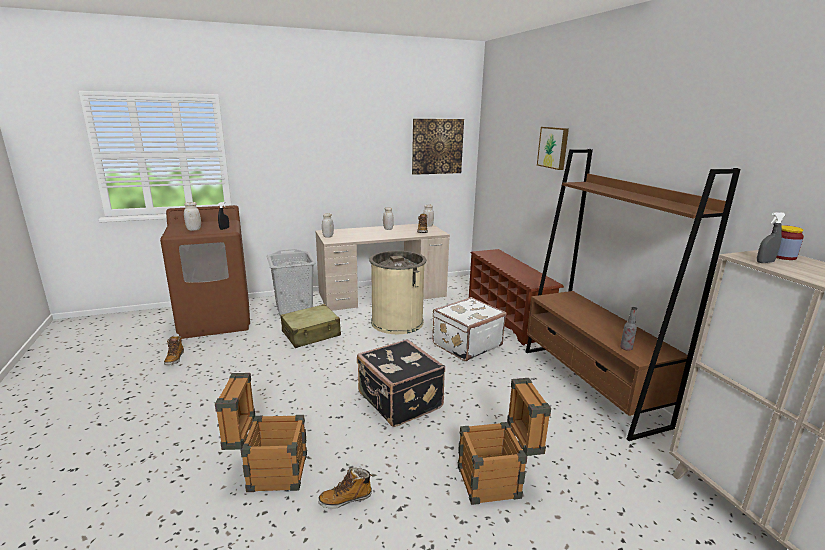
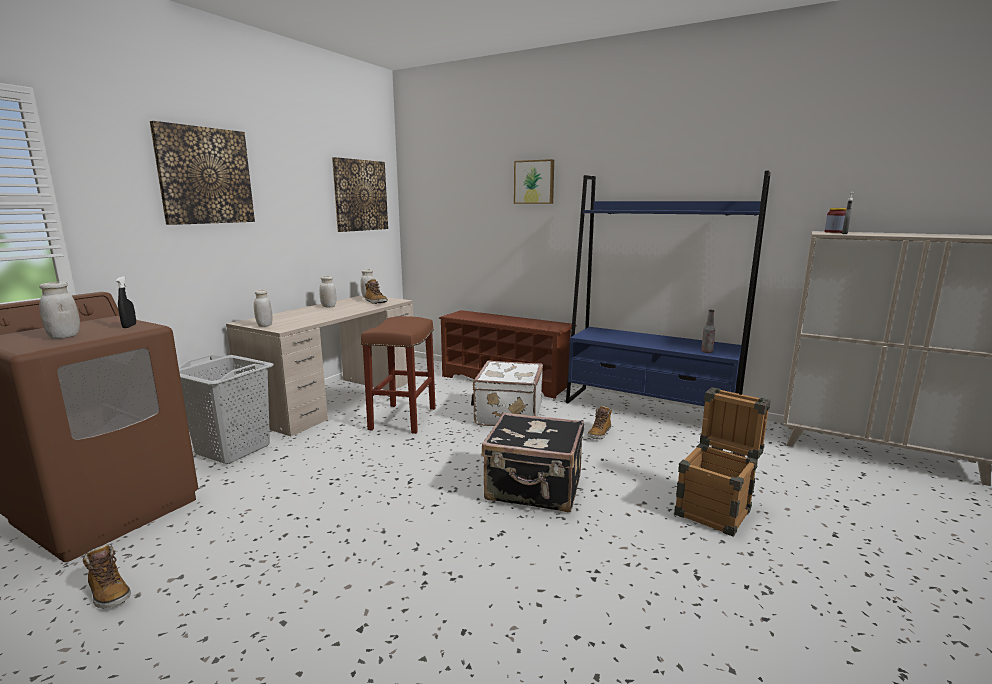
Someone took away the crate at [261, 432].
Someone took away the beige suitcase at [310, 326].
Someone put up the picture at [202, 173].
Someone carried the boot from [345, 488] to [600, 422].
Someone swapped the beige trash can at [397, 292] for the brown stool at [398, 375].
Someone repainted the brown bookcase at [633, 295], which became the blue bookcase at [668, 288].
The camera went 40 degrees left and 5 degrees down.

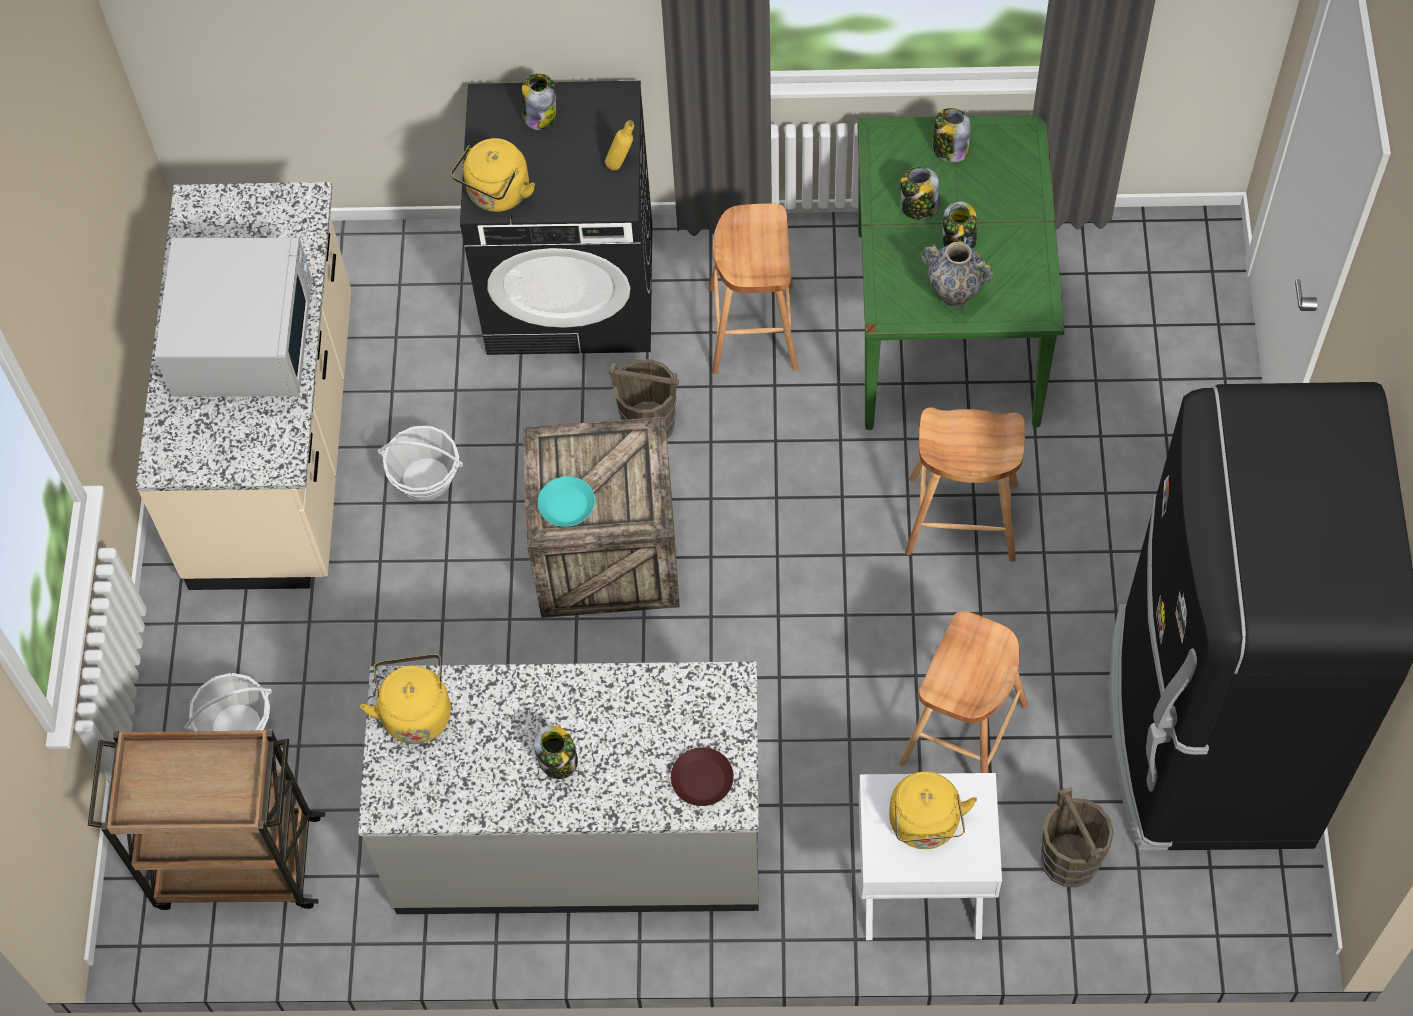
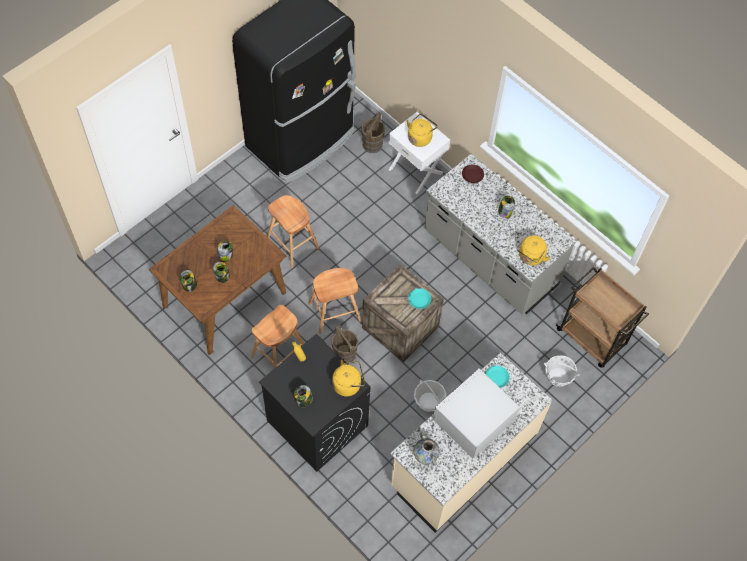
Someone put down the turquoise plate at [497, 376].
Someone carried the brown stool from [963, 692] to [334, 301].
Someone carried the vase from [957, 272] to [426, 449].
Someone repainted the green dining table at [960, 272], which became the brown dining table at [217, 280].
The camera went 140 degrees left and 0 degrees up.

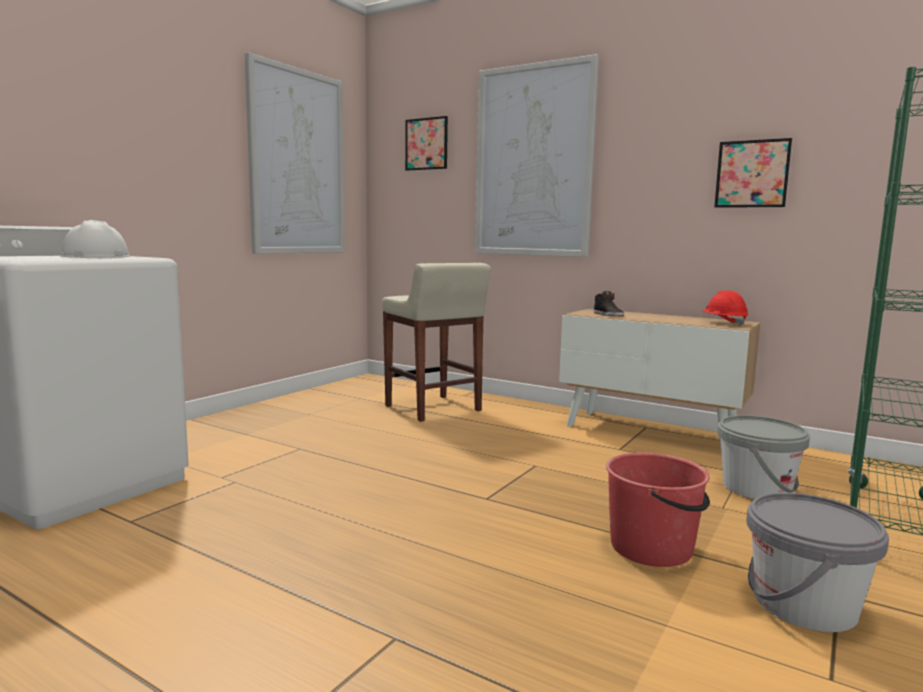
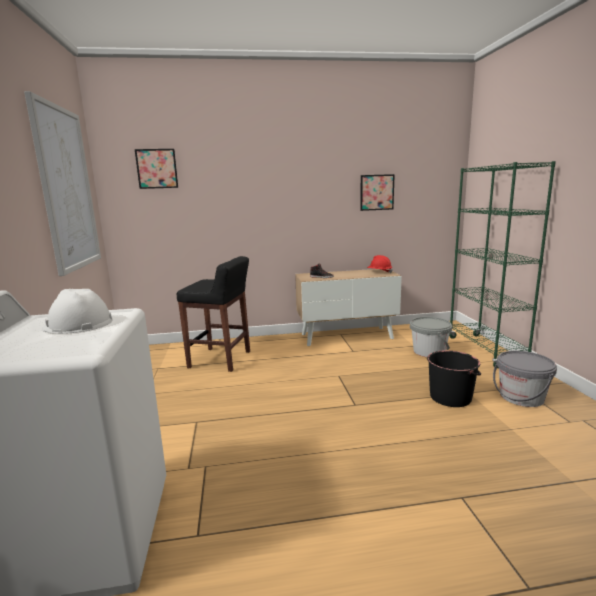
Someone took away the picture at [537, 155].
Someone repainted the beige stool at [436, 342], which became the black stool at [213, 314].
Someone repainted the red bucket at [658, 510], which became the black bucket at [454, 378].
The camera went 40 degrees left and 5 degrees up.

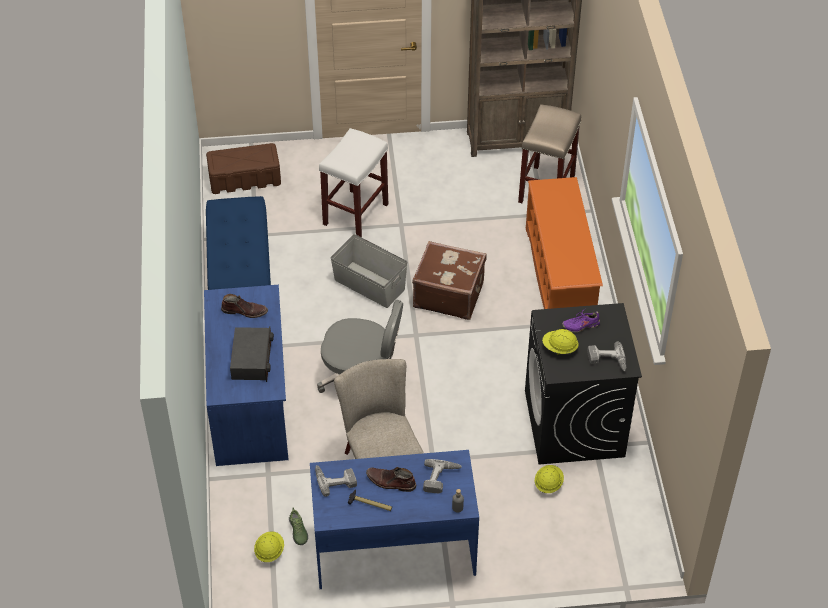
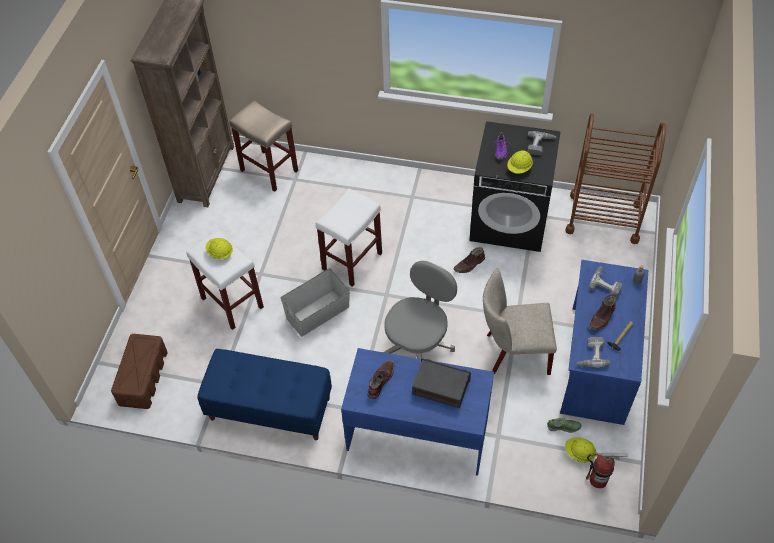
Someone took away the orange shoe rack at [564, 243].
Someone put down the brown boot at [469, 260].
Someone put down the brown cart at [615, 179].
Someone put down the fire extinguisher at [607, 470].
Someone carried the yellow hard hat from [549, 479] to [219, 248].
Someone swapped the brown suitcase at [449, 280] for the white stool at [348, 237].
The camera went 70 degrees left and 5 degrees up.

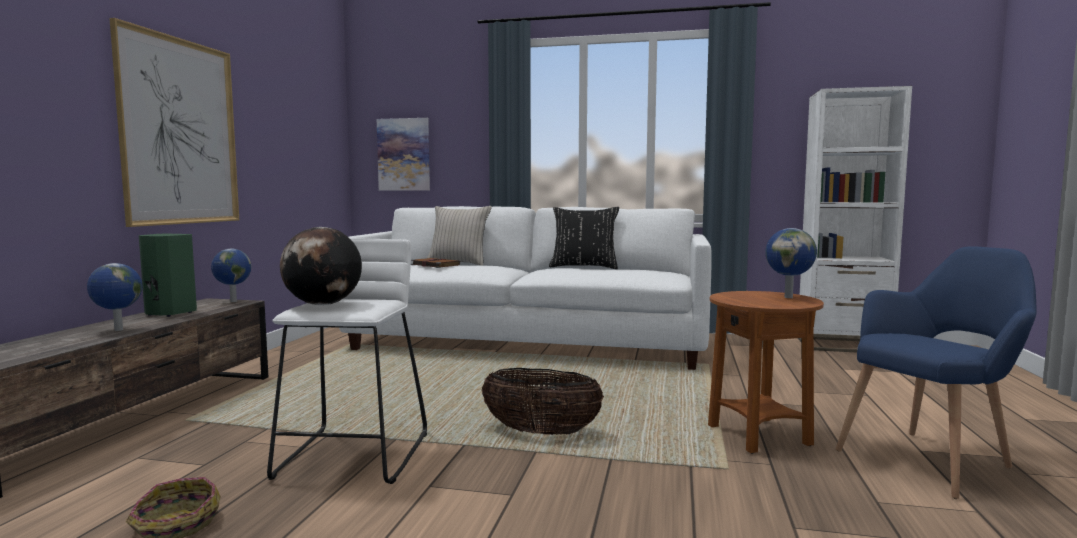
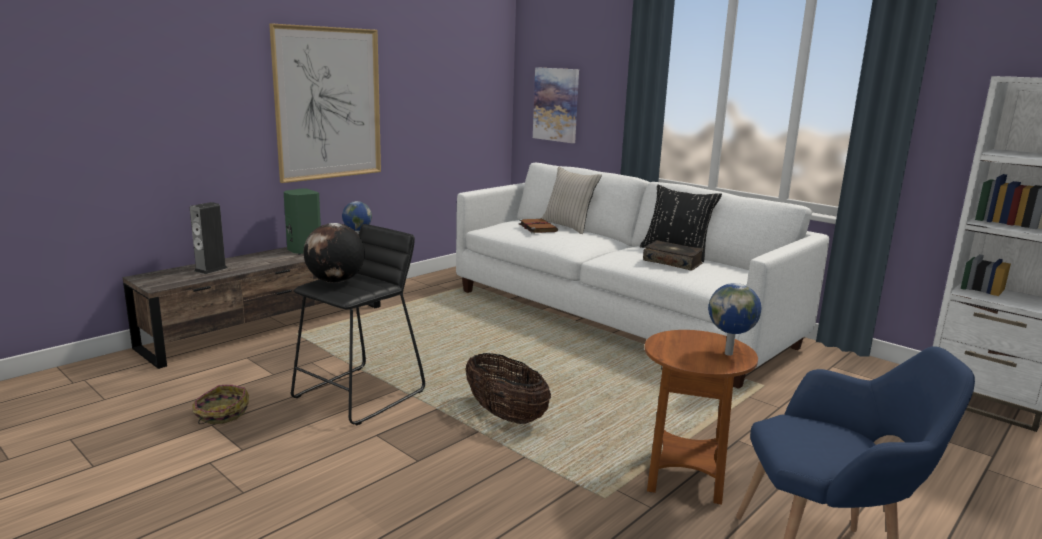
Someone took away the globe at [114, 297].
Someone put down the speaker at [208, 238].
Someone put down the book at [673, 255].
Someone repainted the white stool at [347, 361], which became the black stool at [358, 325].
The camera went 30 degrees right and 10 degrees up.

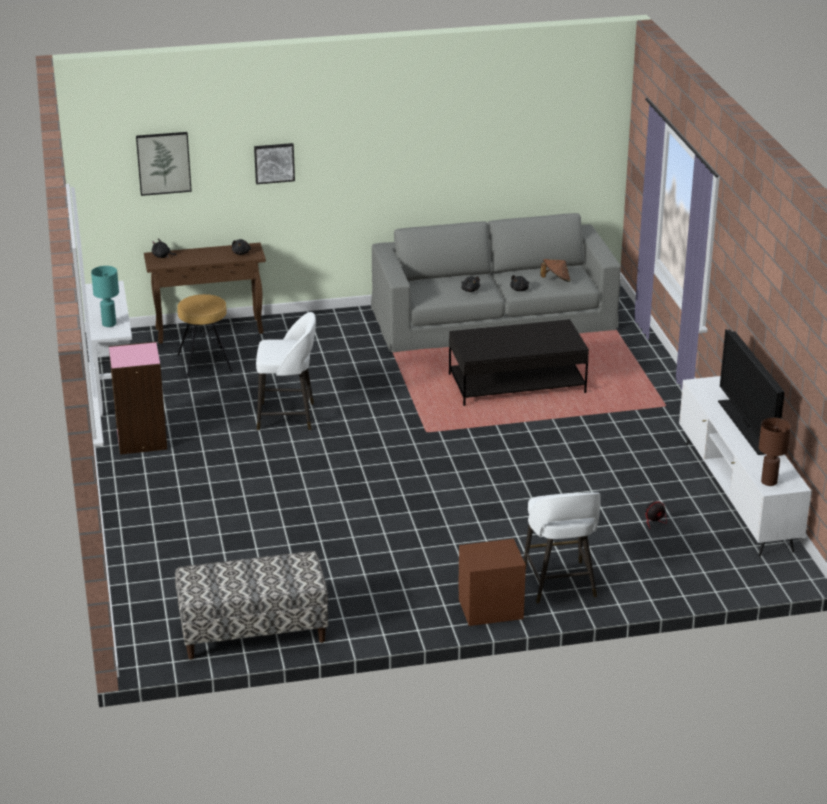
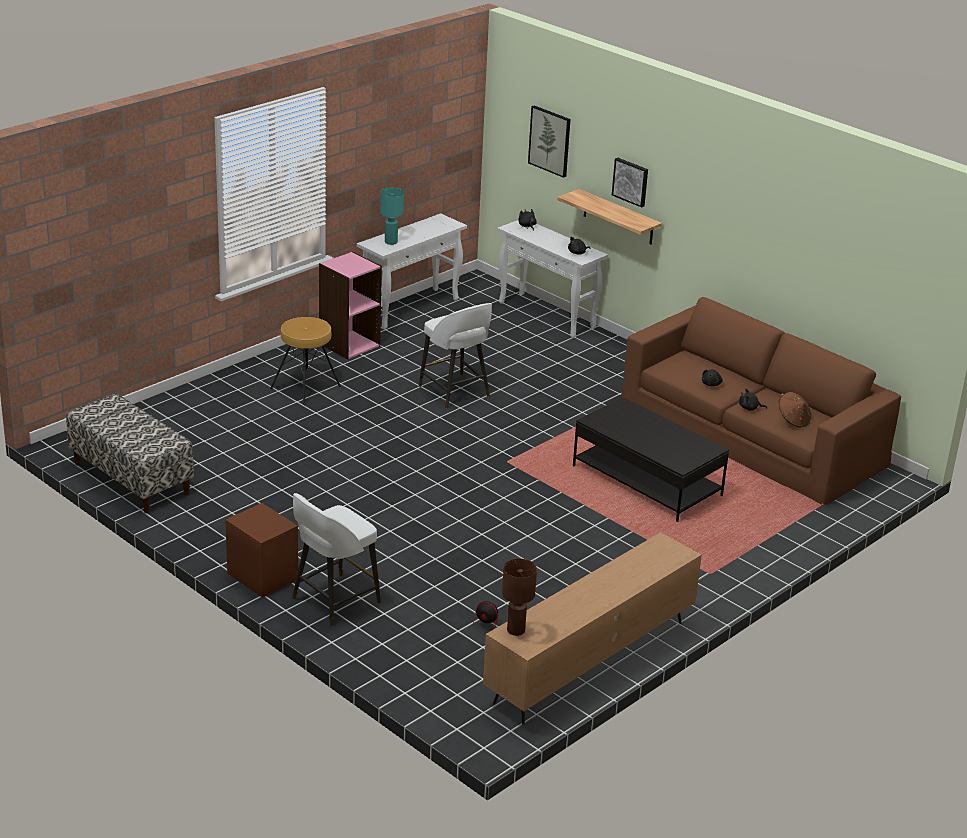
Someone took away the television at [751, 392].
Someone put up the shelf at [609, 217].
Someone carried the brown stool from [205, 336] to [305, 361].
Someone repainted the brown console table at [205, 293], which became the white console table at [552, 279].
Someone repainted the grey sofa at [496, 282], which became the brown sofa at [761, 401].
Someone repainted the white tv stand at [745, 466], which became the brown tv stand at [592, 628].
The camera went 55 degrees right and 0 degrees up.

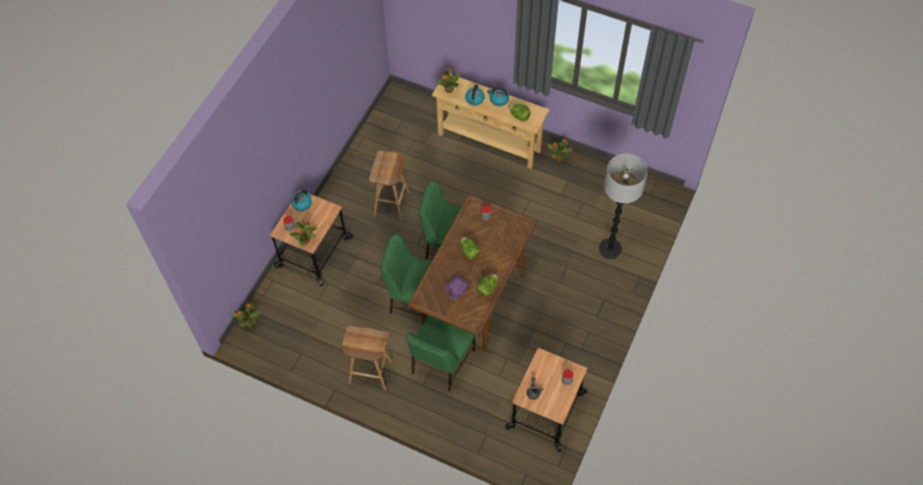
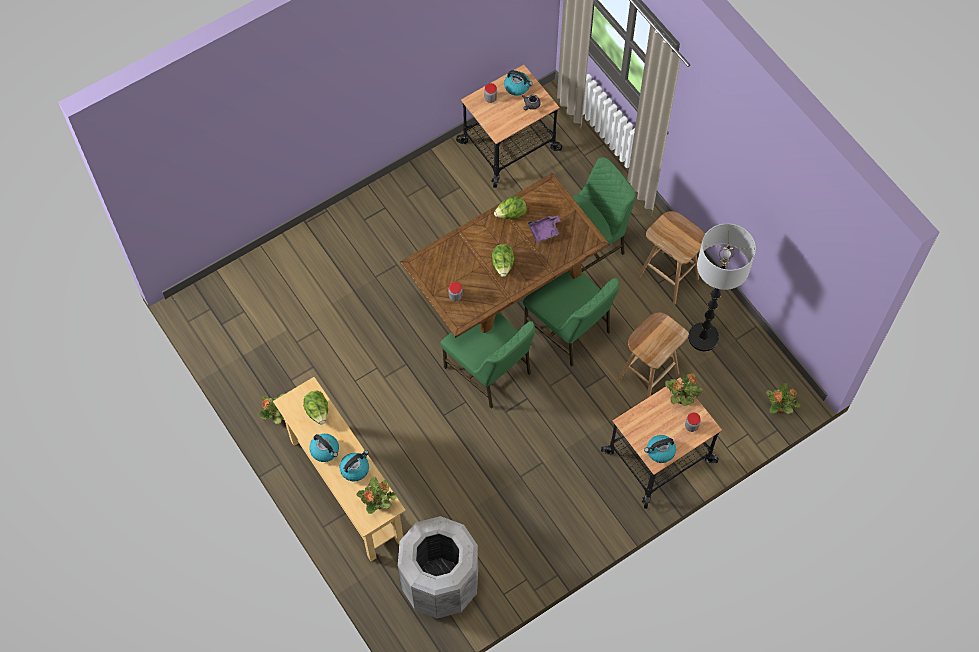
Someone put down the grey trash can at [438, 567].
Someone put down the kettle at [518, 83].
Someone carried the brown stool from [389, 185] to [653, 355].
Someone carried the floor lamp from [623, 206] to [722, 287].
The camera went 150 degrees left and 5 degrees up.

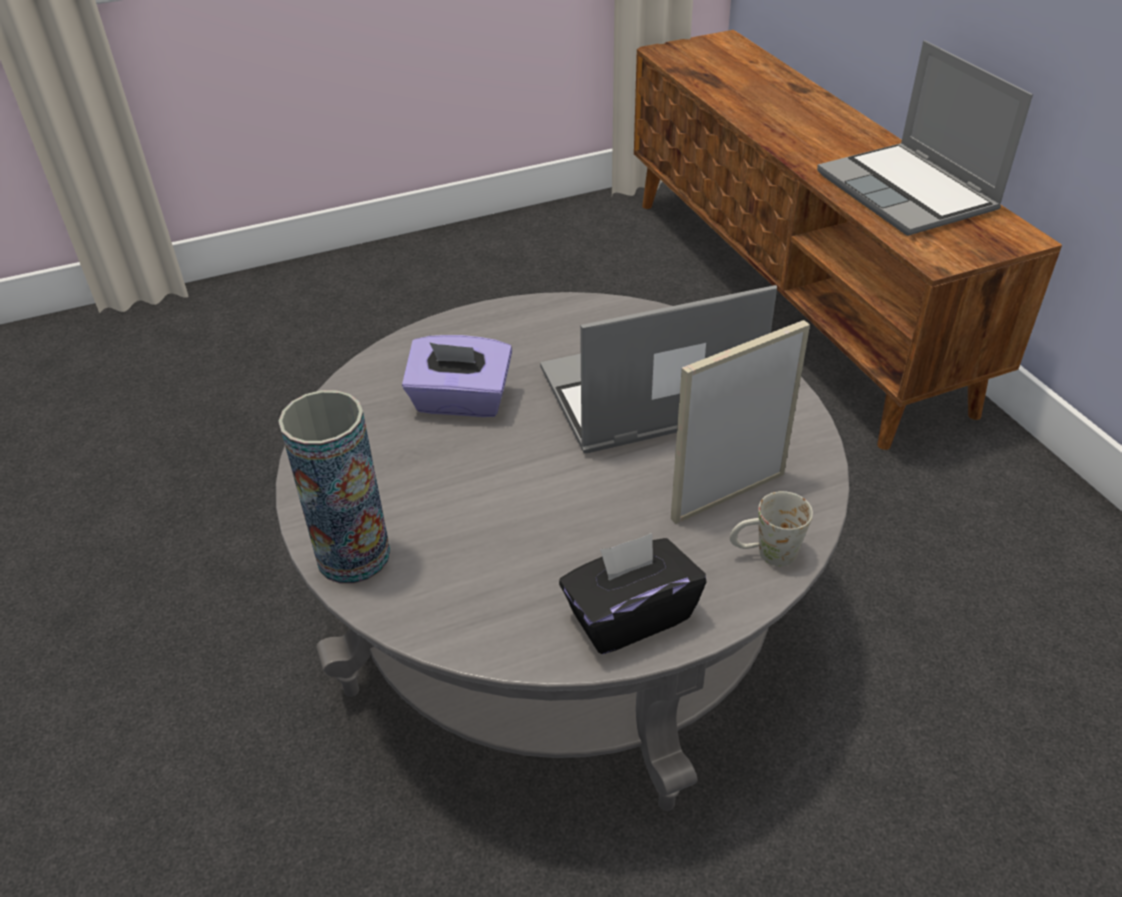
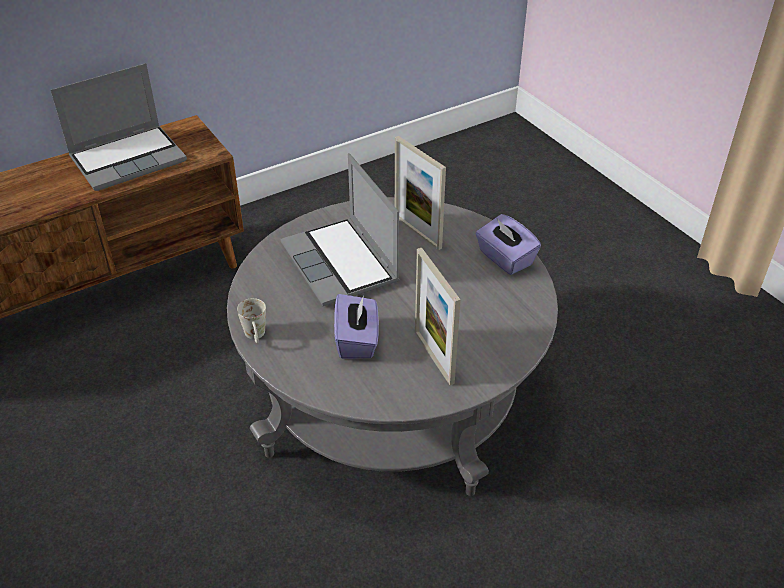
Someone took away the vase at [334, 487].
Someone put down the picture frame at [438, 316].
Someone carried the white mug from [771, 528] to [251, 320].
Someone repainted the black tissue box at [632, 593], which became the purple tissue box at [508, 244].
The camera went 100 degrees left and 0 degrees up.

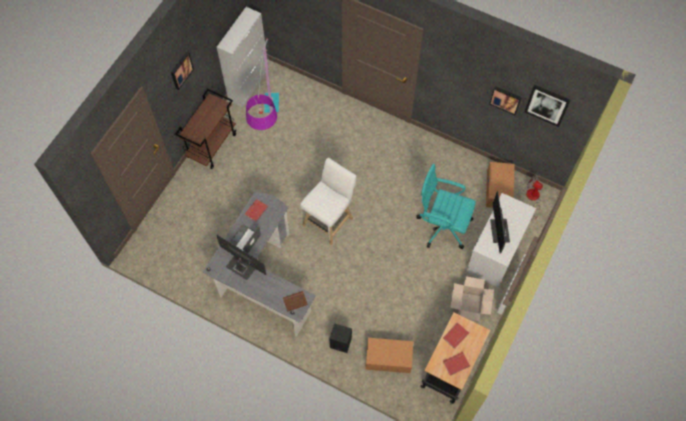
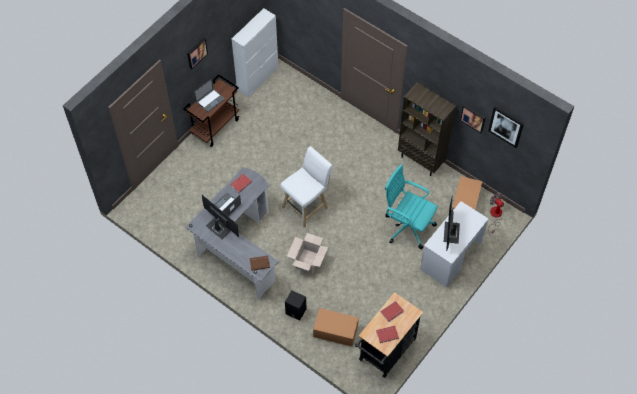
Someone took away the floor lamp at [262, 84].
Someone put down the laptop at [209, 95].
Someone put down the brown bookcase at [427, 129].
Someone carried the cardboard box from [472, 298] to [307, 253].
The camera went 10 degrees right and 5 degrees down.

